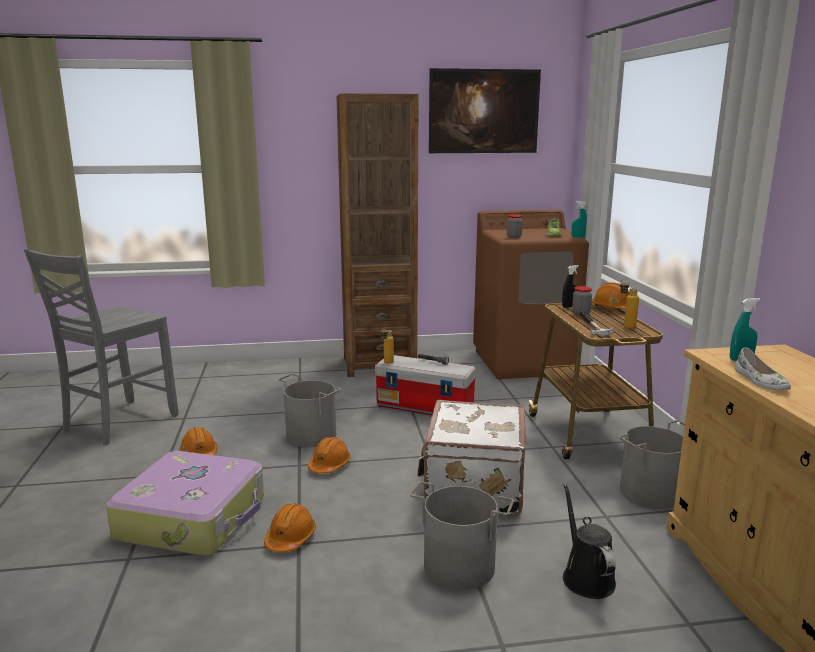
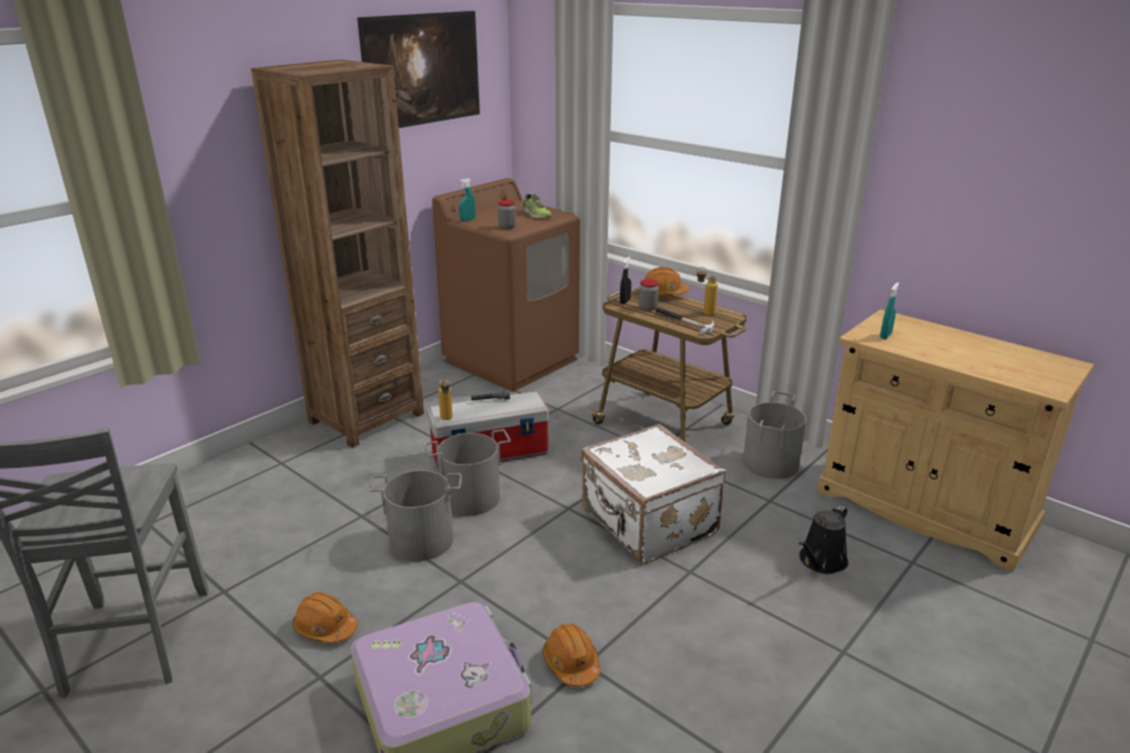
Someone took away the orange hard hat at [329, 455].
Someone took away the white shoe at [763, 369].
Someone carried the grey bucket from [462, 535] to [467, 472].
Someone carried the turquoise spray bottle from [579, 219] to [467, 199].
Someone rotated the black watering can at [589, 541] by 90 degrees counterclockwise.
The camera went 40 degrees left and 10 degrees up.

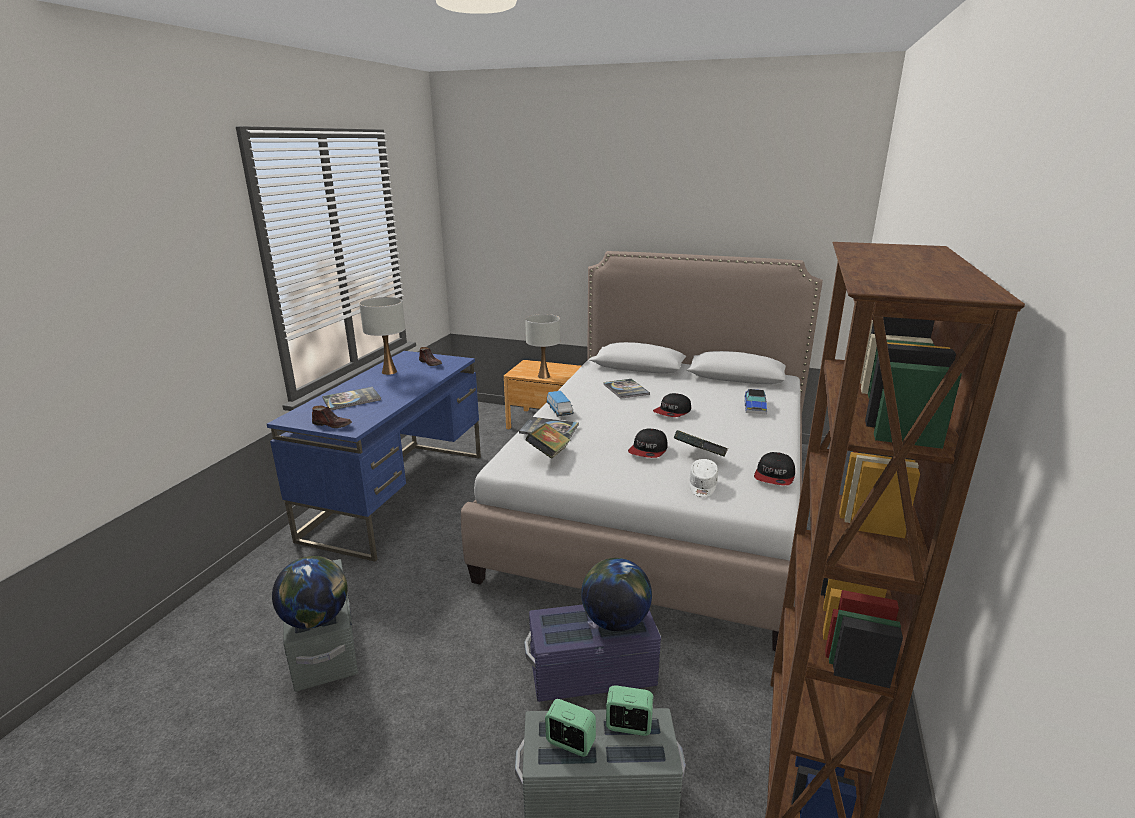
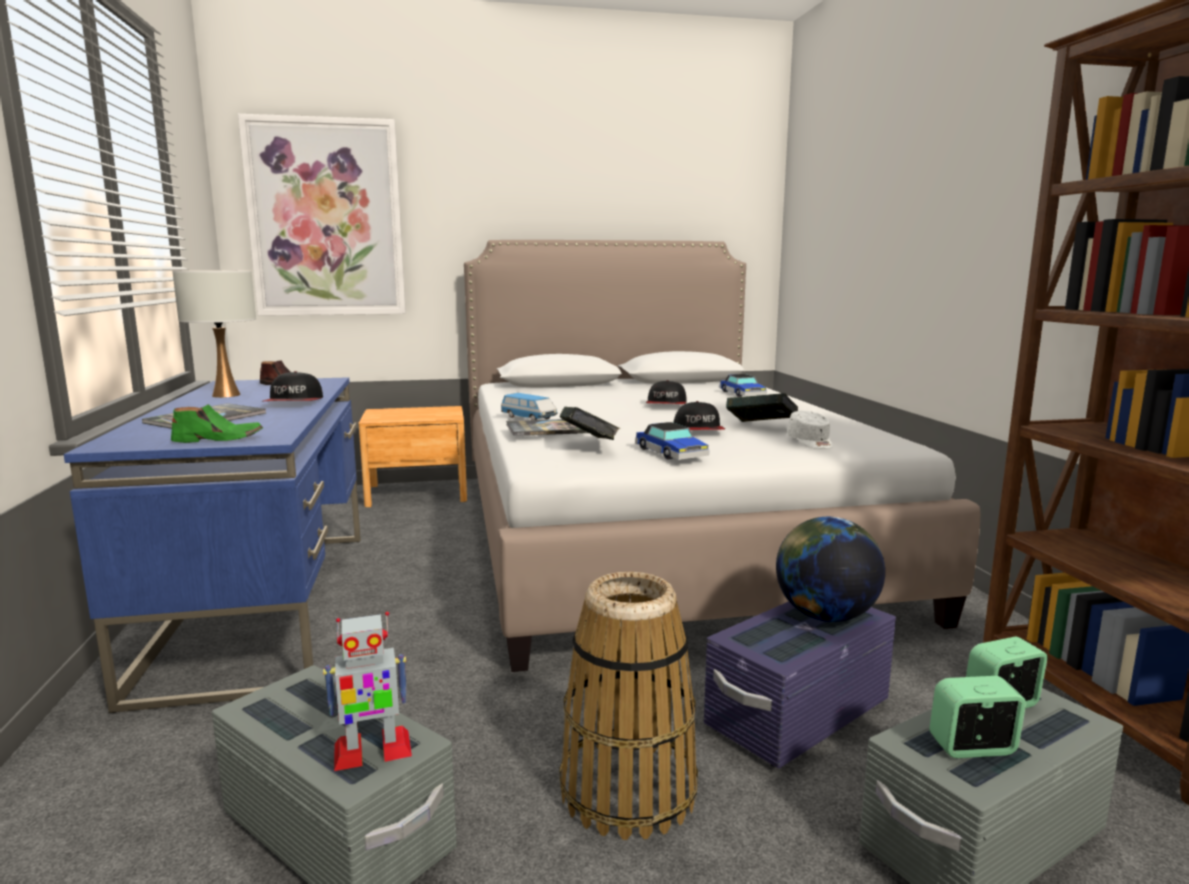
Someone took away the white table lamp at [542, 346].
Someone took away the book at [626, 389].
Someone put up the picture at [322, 215].
Someone put down the basket at [629, 706].
Someone put down the toy car at [672, 441].
Someone carried the cap from [774, 468] to [293, 386].
Someone swapped the globe at [310, 592] for the toy robot at [367, 691].
Someone repainted the brown shoe at [332, 417], which became the green shoe at [217, 423].
The camera went 30 degrees left and 10 degrees down.

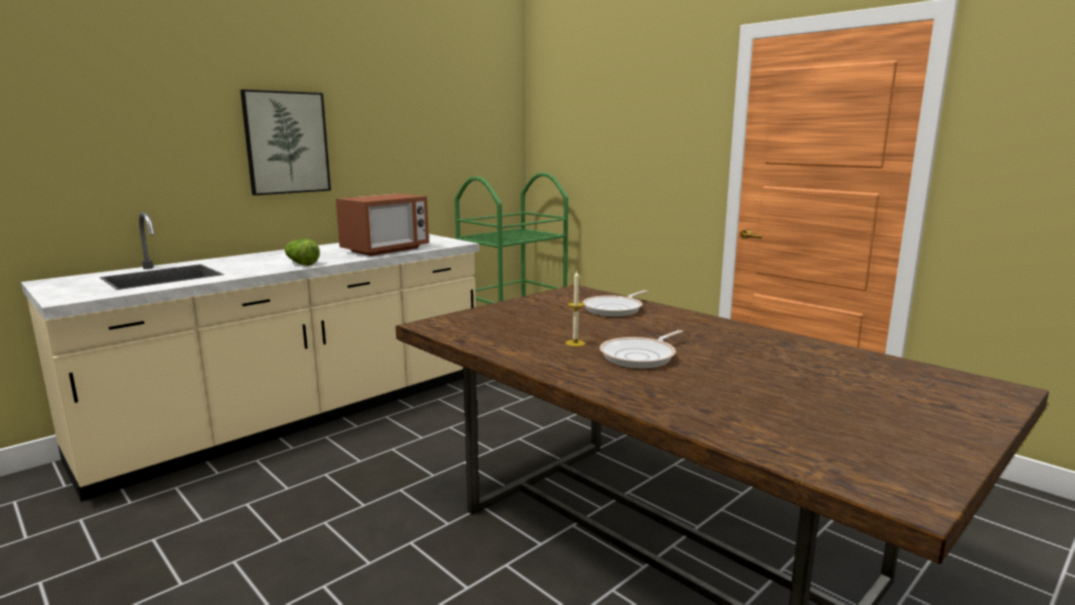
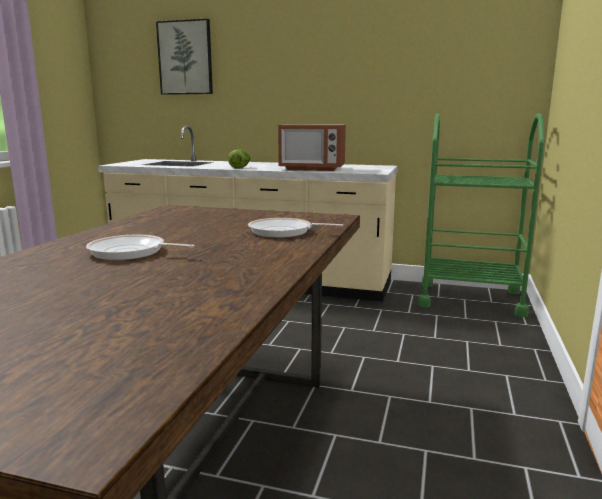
Someone took away the candle at [575, 308].
Someone carried the picture from [285, 142] to [184, 57].
The camera went 60 degrees right and 0 degrees up.

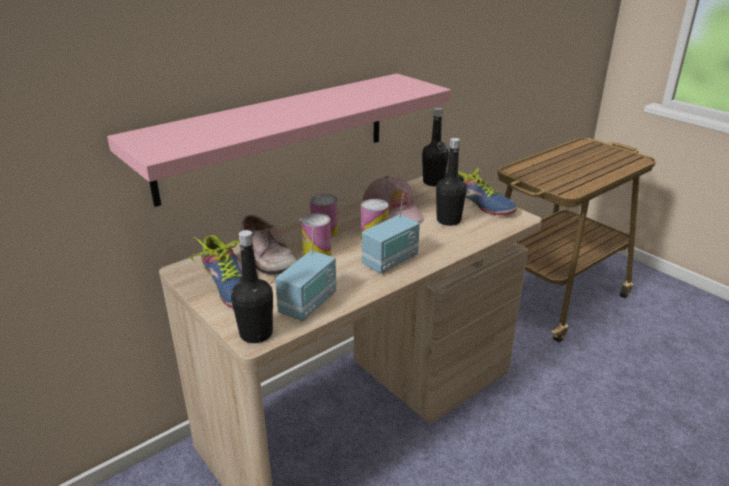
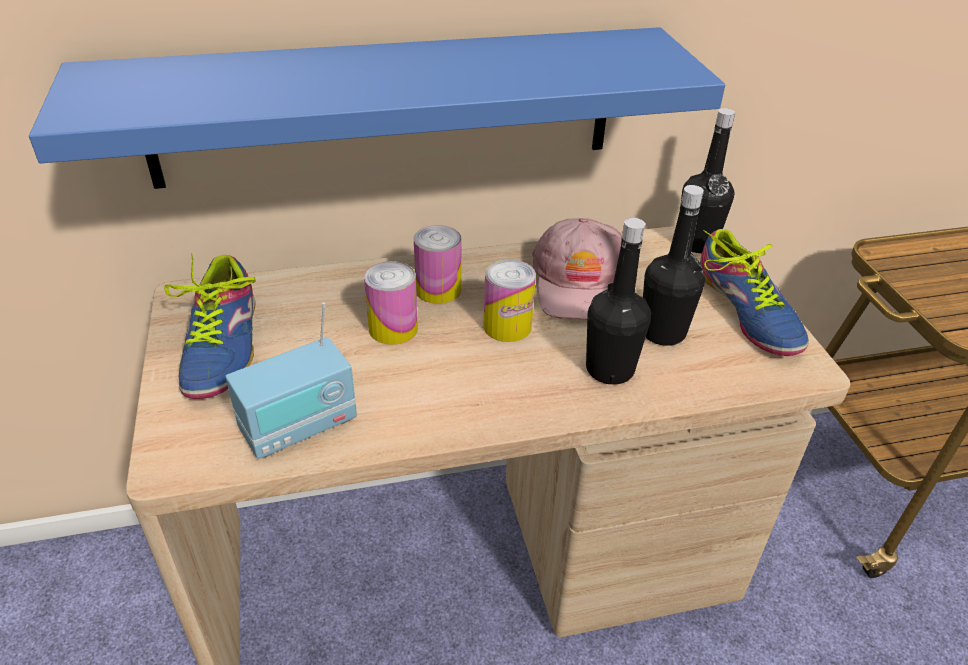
Someone took away the shoe at [269, 245].
Someone took away the radio at [391, 233].
Someone carried the black bottle from [252, 286] to [618, 301].
Someone repainted the pink shelf at [279, 140], which became the blue shelf at [377, 108].
The camera went 25 degrees right and 10 degrees up.

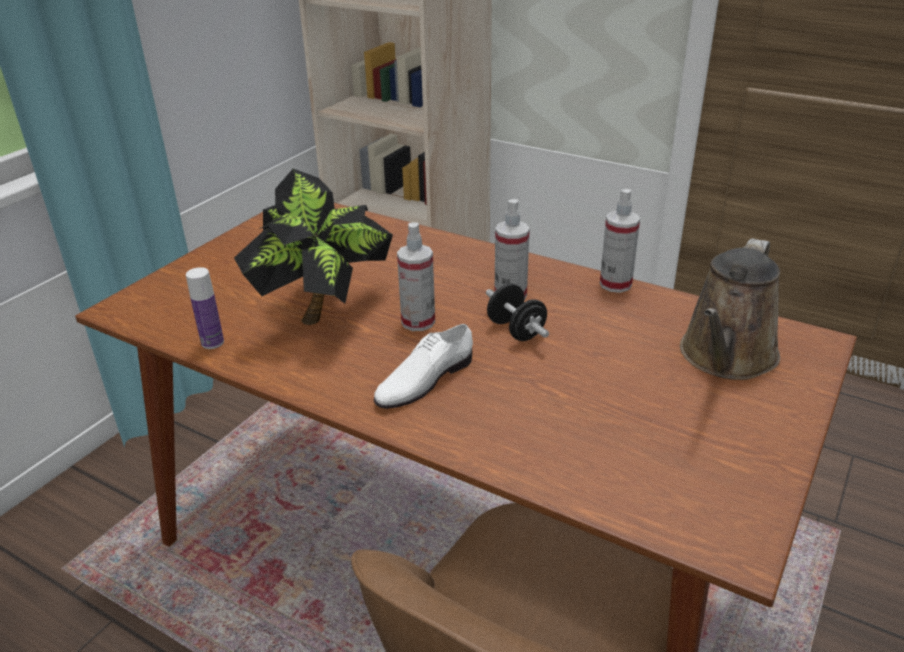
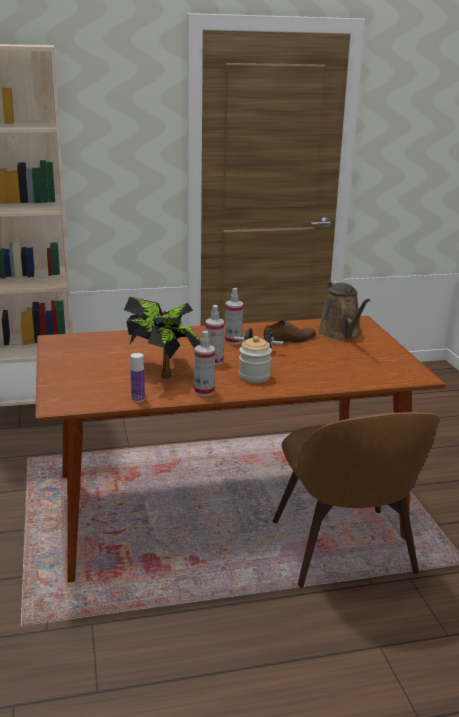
Someone put down the brown shoe at [289, 332].
Someone carried the spray bottle from [620, 241] to [204, 363].
Someone swapped the white shoe at [423, 366] for the jar at [255, 359].
The camera went 45 degrees left and 10 degrees down.

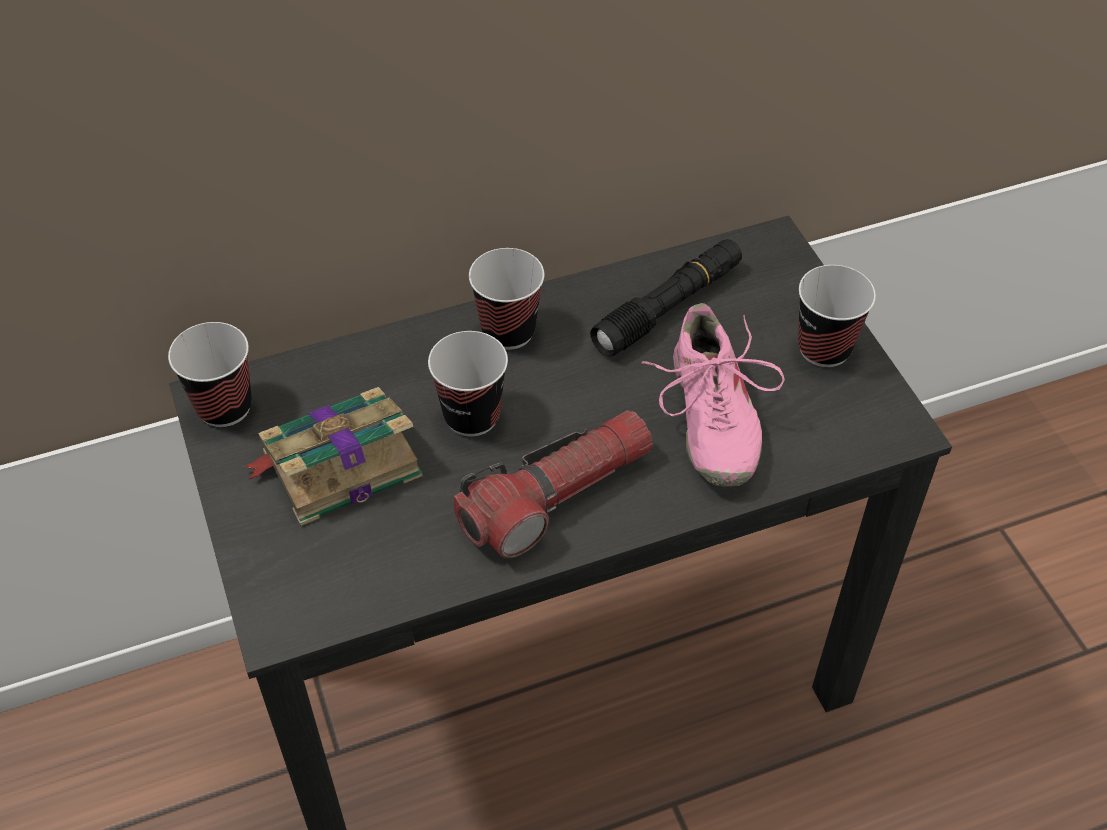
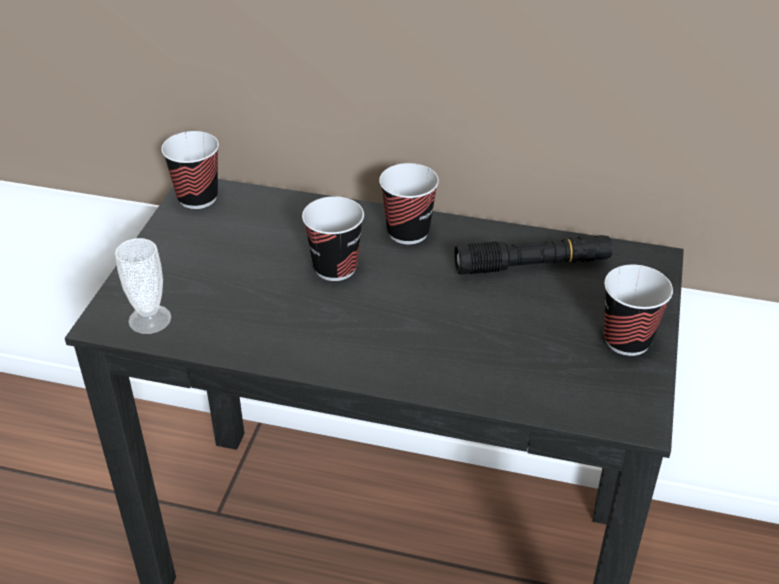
Someone took away the book at [333, 456].
Someone took away the flashlight at [553, 484].
Someone took away the pink shoe at [713, 395].
Someone put down the cup at [143, 286].
The camera went 35 degrees right and 10 degrees down.

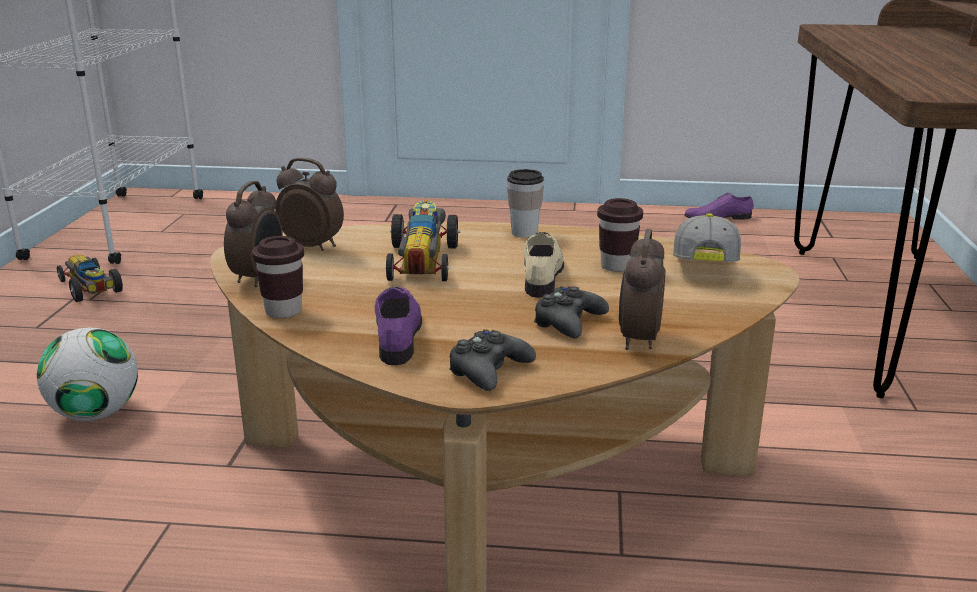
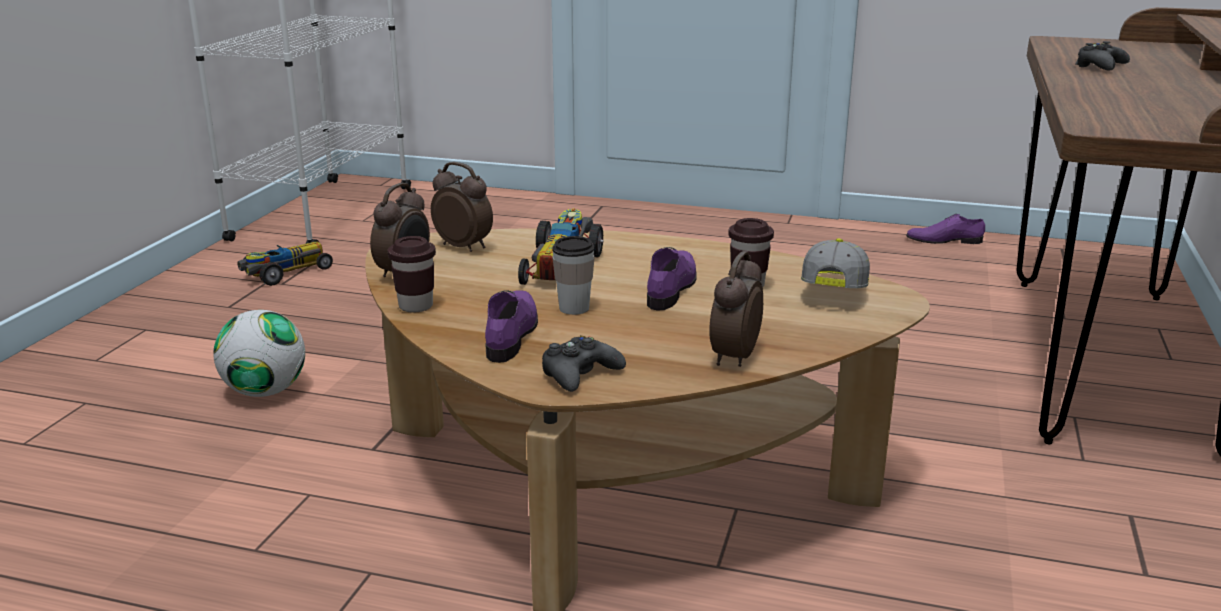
Someone carried the cup from [525, 203] to [573, 275].
Someone carried the black game controller from [571, 312] to [1103, 55].
Someone repainted the beige shoe at [544, 265], which became the purple shoe at [672, 278].
Someone rotated the toy car at [90, 278] by 75 degrees clockwise.
The camera went 10 degrees right and 0 degrees up.

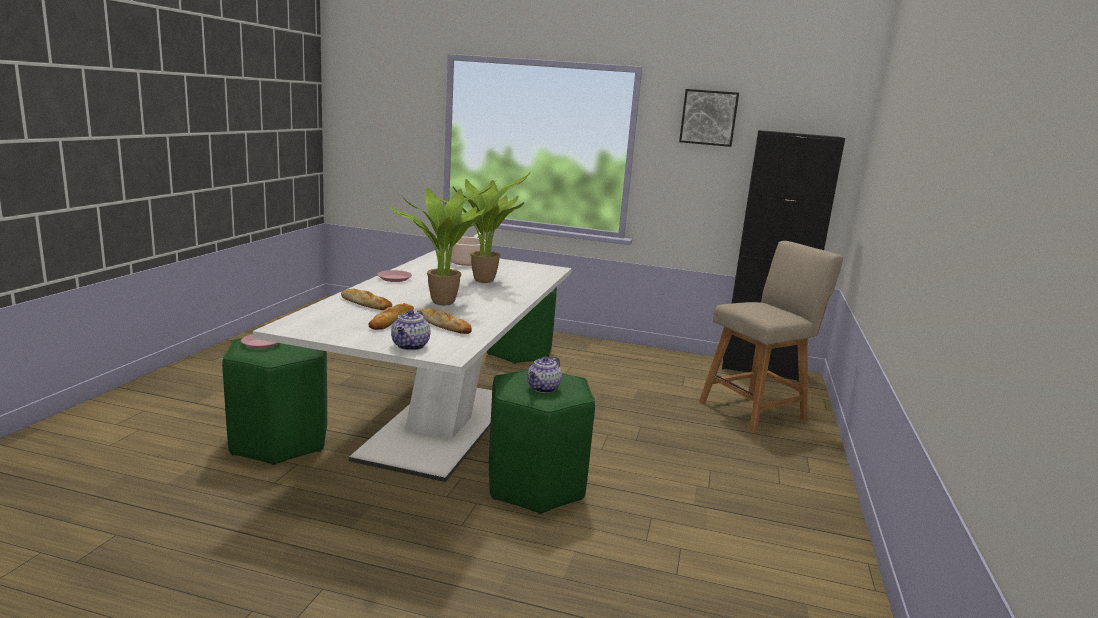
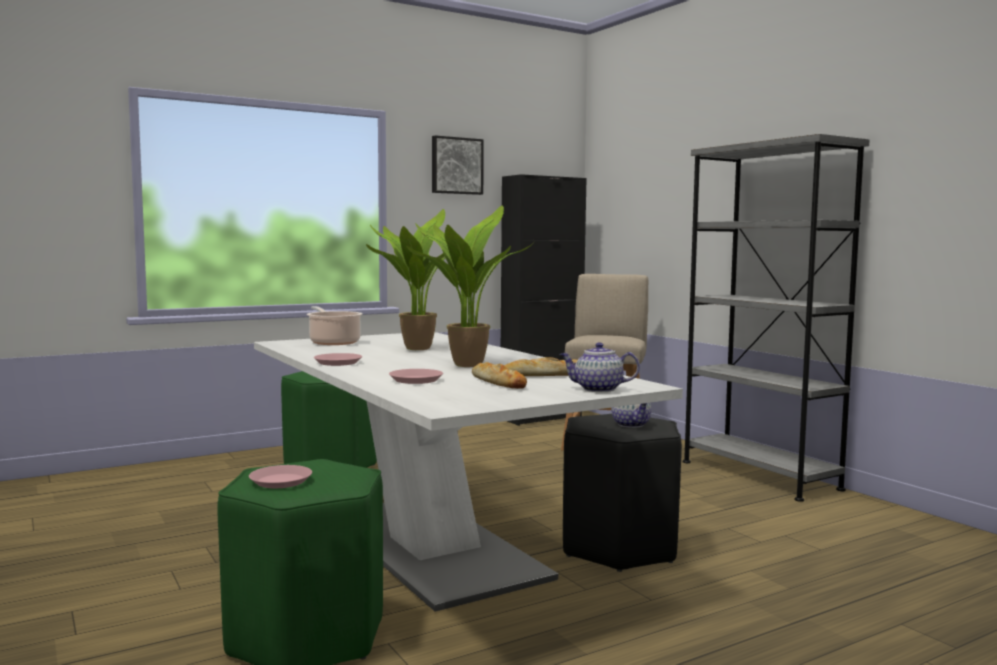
Someone put down the grey bookcase at [776, 318].
Someone swapped the bread at [366, 299] for the pink plate at [416, 376].
Someone repainted the green stool at [542, 442], which became the black stool at [622, 493].
Someone rotated the teapot at [410, 330] by 135 degrees clockwise.
The camera went 45 degrees left and 10 degrees down.

